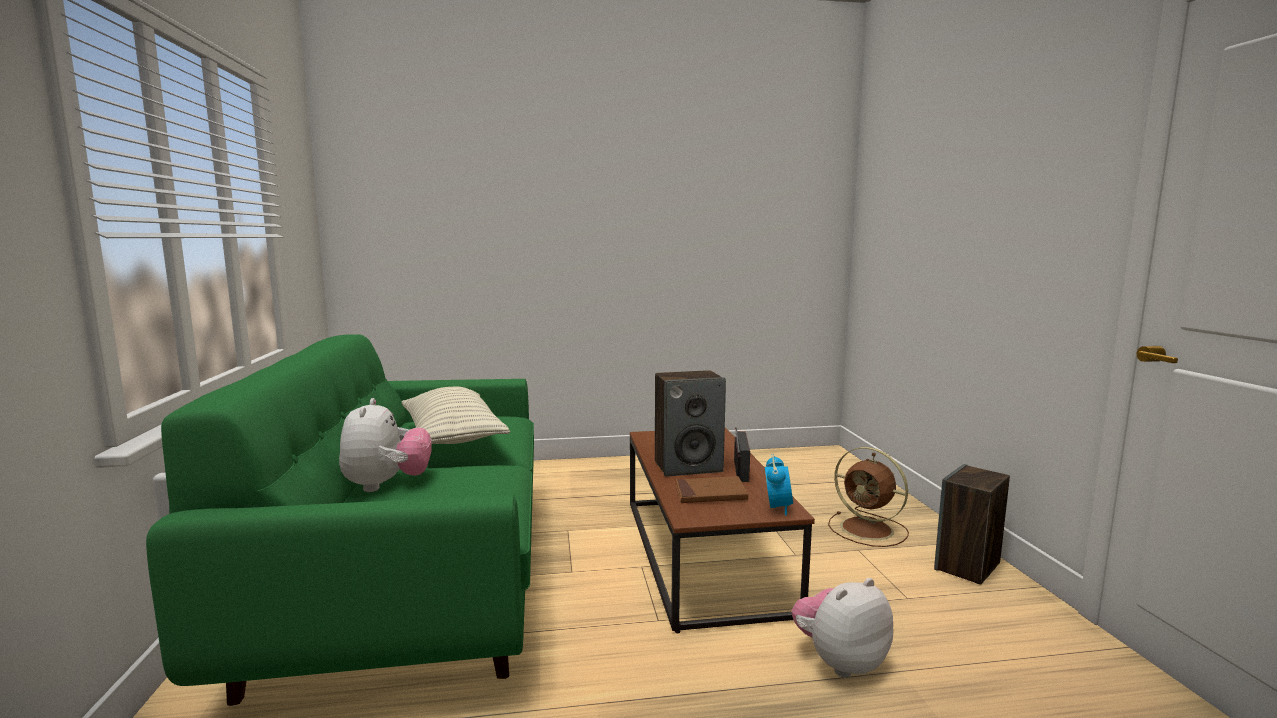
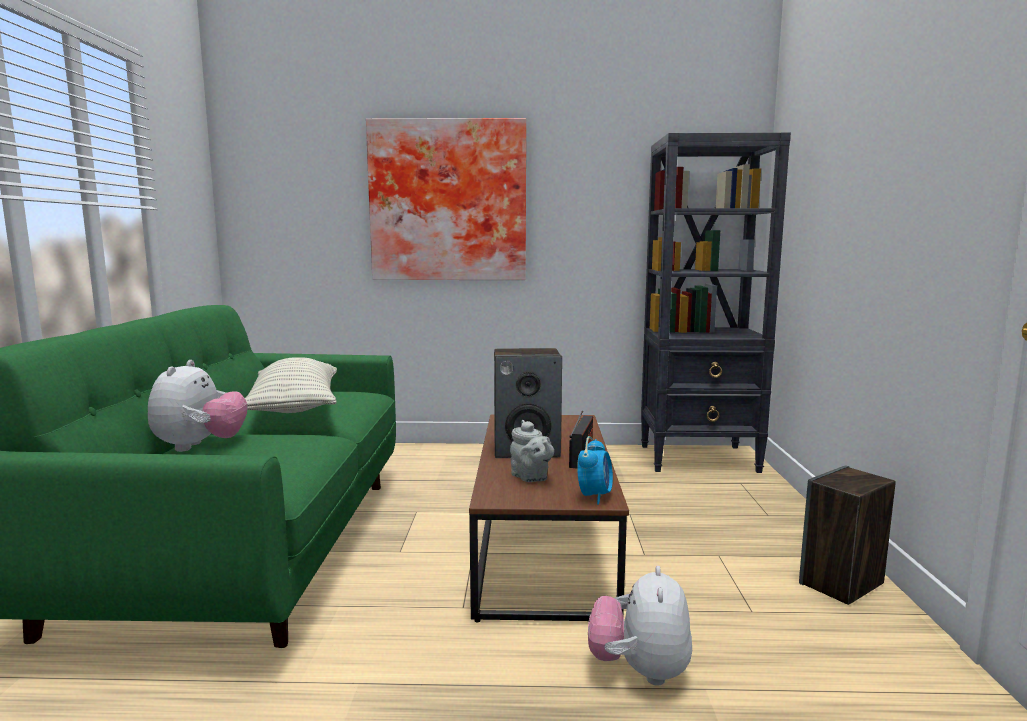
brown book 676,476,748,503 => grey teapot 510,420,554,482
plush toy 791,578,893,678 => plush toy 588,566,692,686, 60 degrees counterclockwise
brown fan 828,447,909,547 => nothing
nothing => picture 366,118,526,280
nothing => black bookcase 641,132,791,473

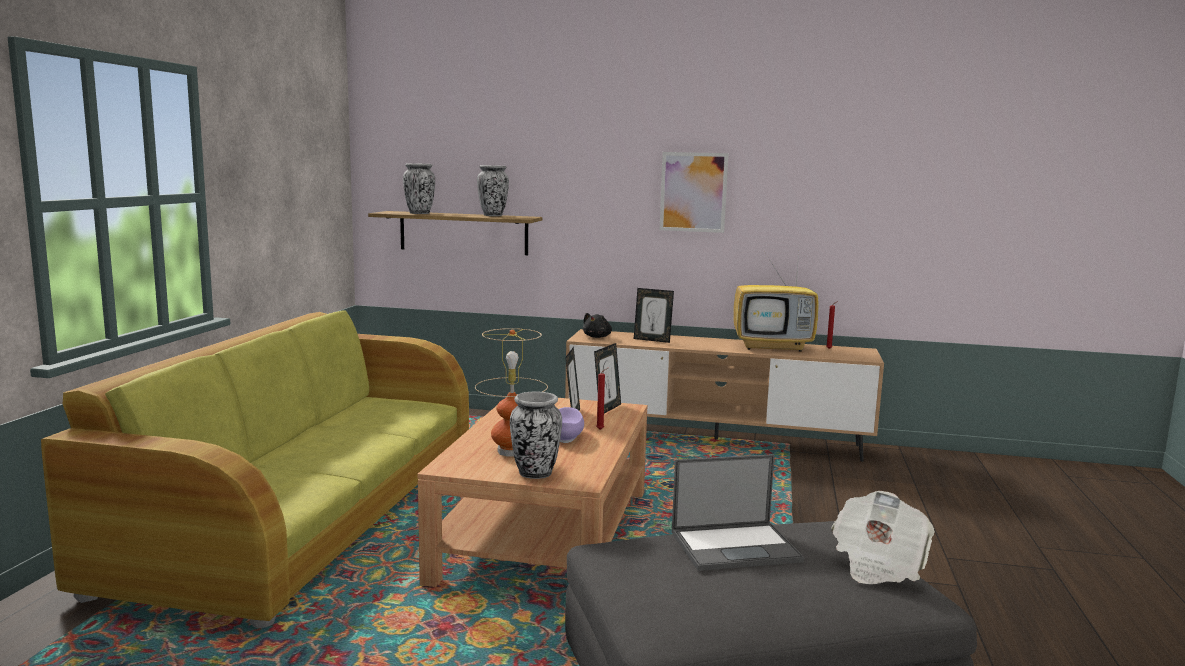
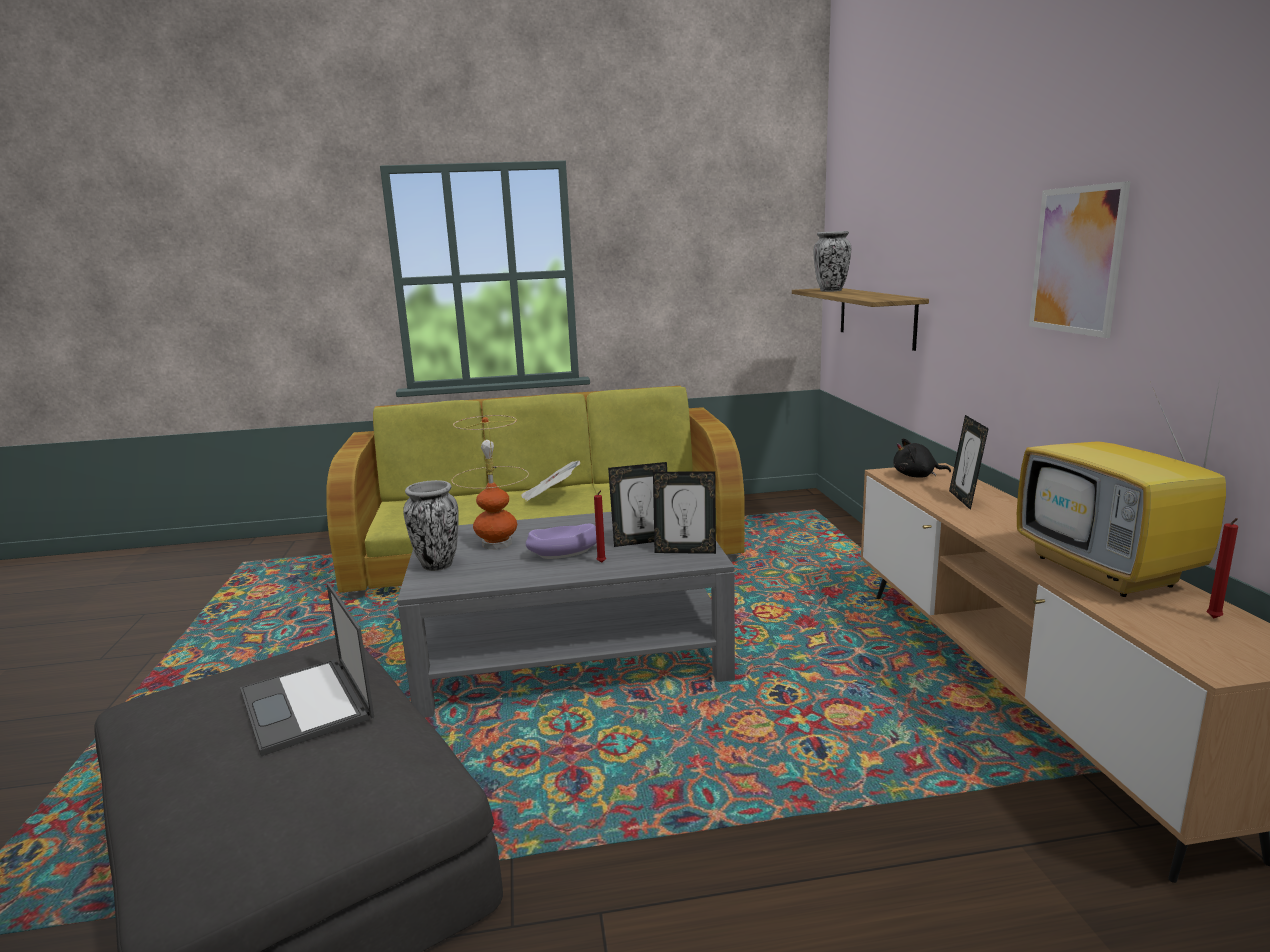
brown coffee table 417,394,648,587 => grey coffee table 397,512,735,718
vase 477,165,509,216 => nothing
newspaper 831,491,935,584 => newspaper 521,461,580,501, shifted

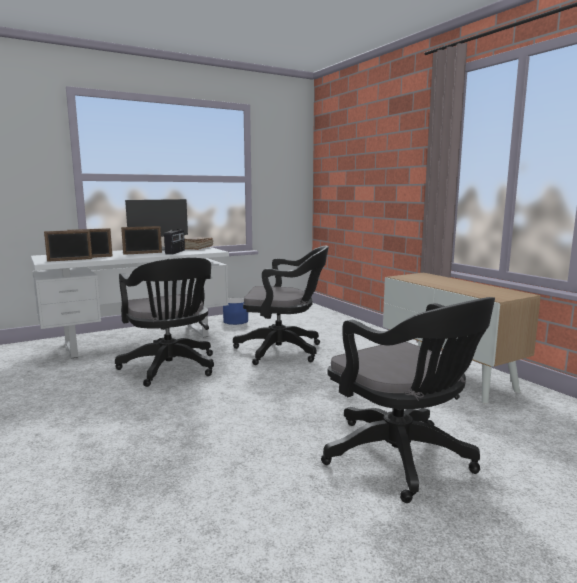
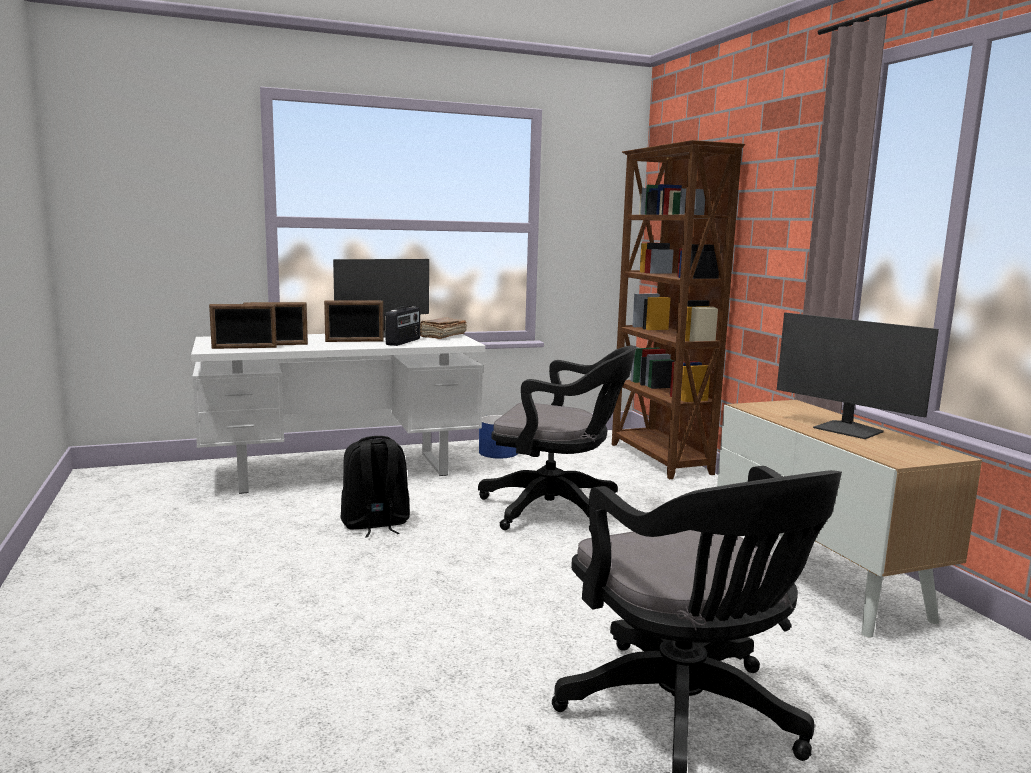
black office chair 115,257,214,387 => black backpack 341,436,410,538
nothing => brown bookcase 612,140,745,479
nothing => monitor 777,313,939,439

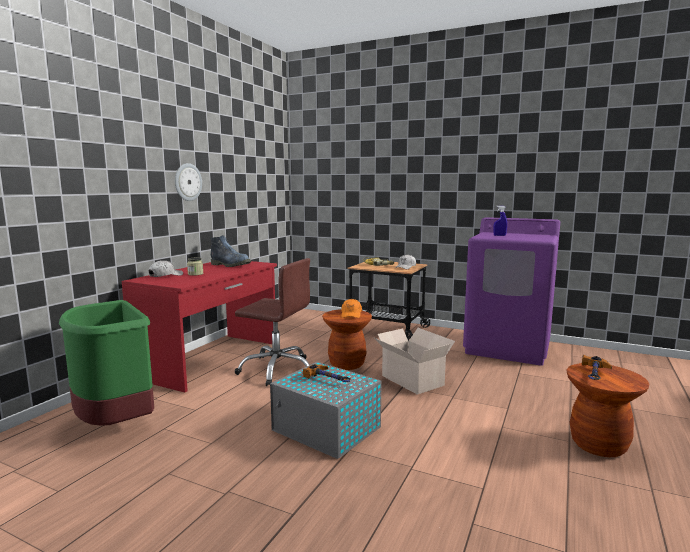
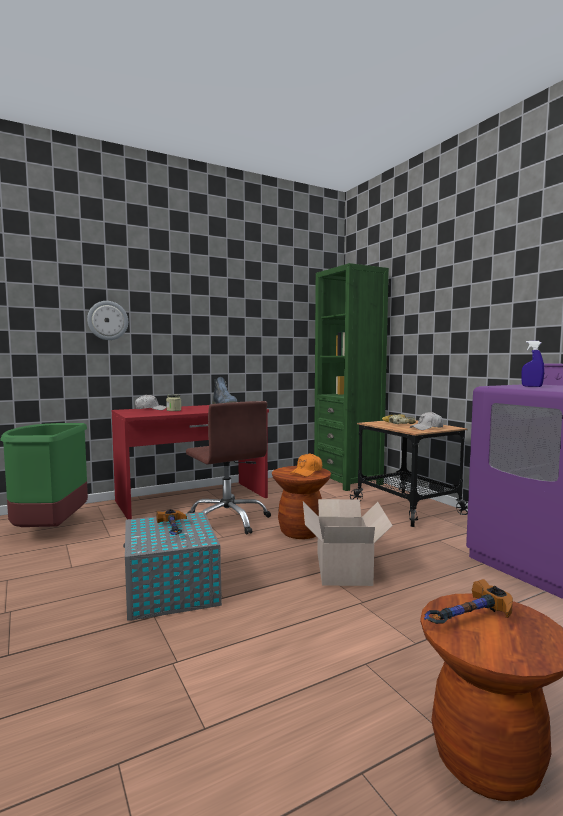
wall clock 175,163,202,201 => wall clock 87,301,128,340, shifted
nothing => green bookcase 314,263,389,491

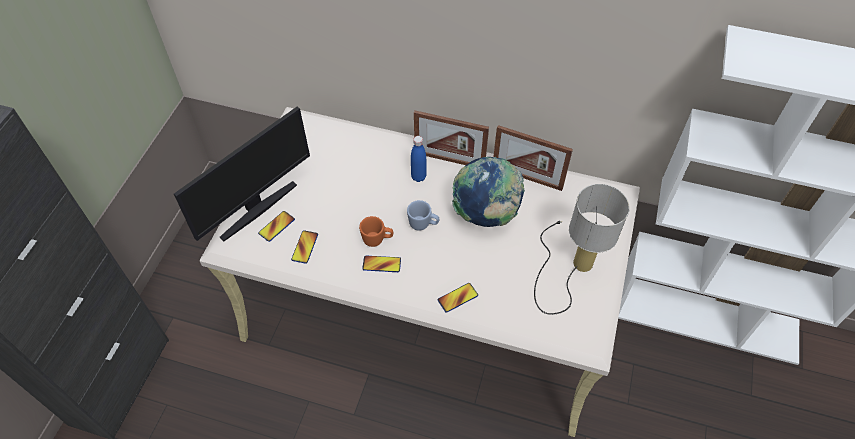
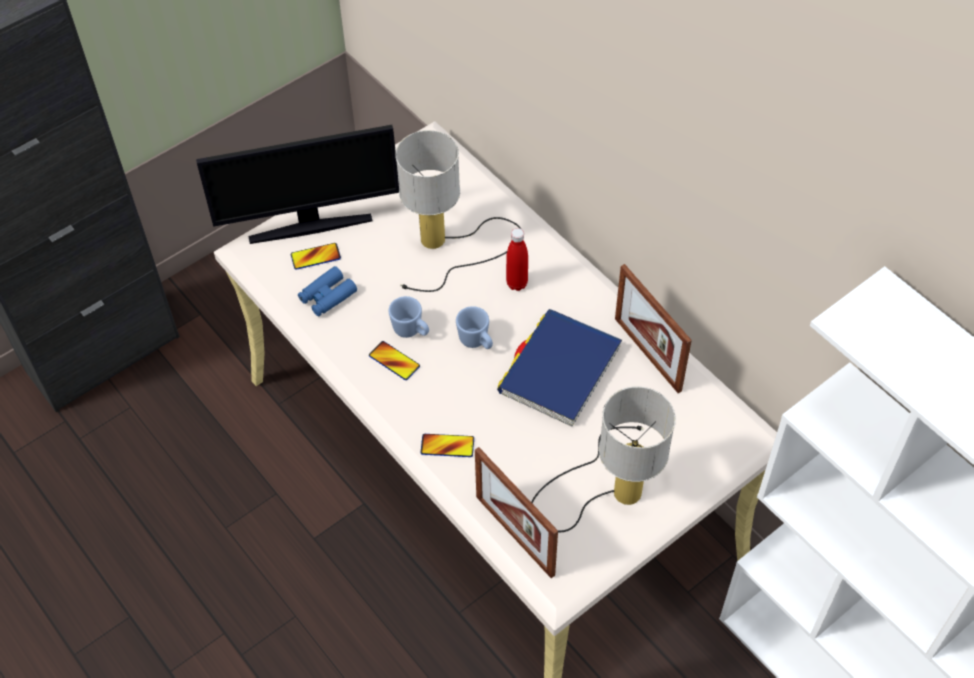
phone 291,230,318,264 => blue binoculars 298,266,357,317
orange mug 359,216,393,247 => blue mug 389,296,429,338
blue bottle 411,136,427,182 => red bottle 506,228,528,291
picture frame 414,110,489,165 => picture frame 475,447,558,578, shifted
globe 452,157,525,227 => blue book 497,309,622,427
nothing => table lamp 395,130,521,292

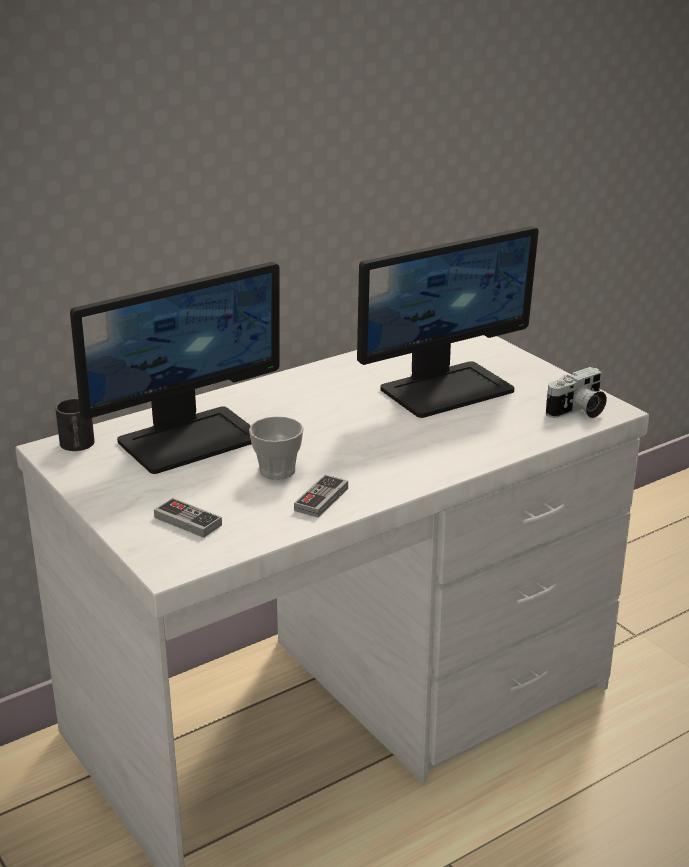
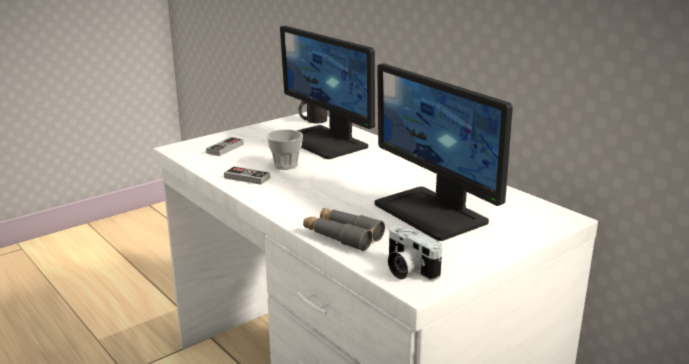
nothing => grey binoculars 303,208,385,251

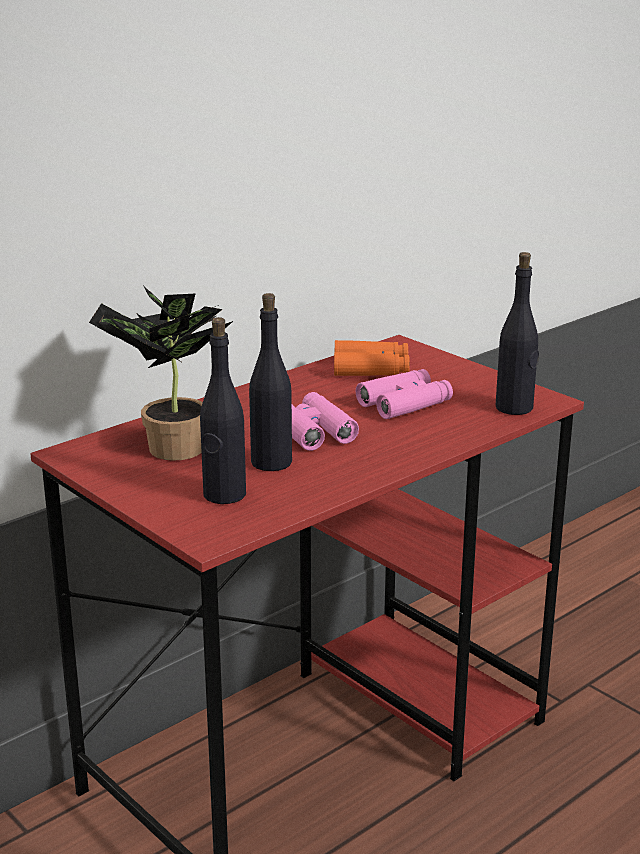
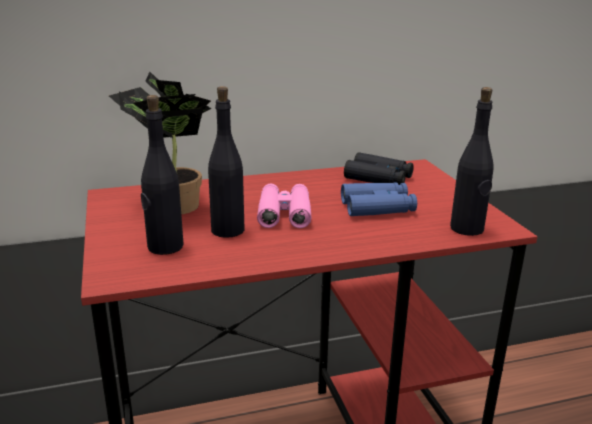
orange binoculars 334,340,410,376 => black binoculars 344,152,414,185
pink binoculars 356,369,453,419 => blue binoculars 341,182,417,216

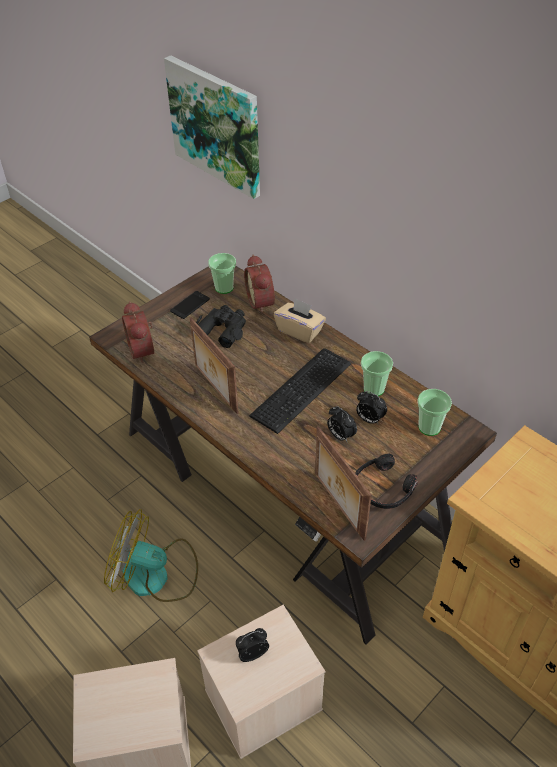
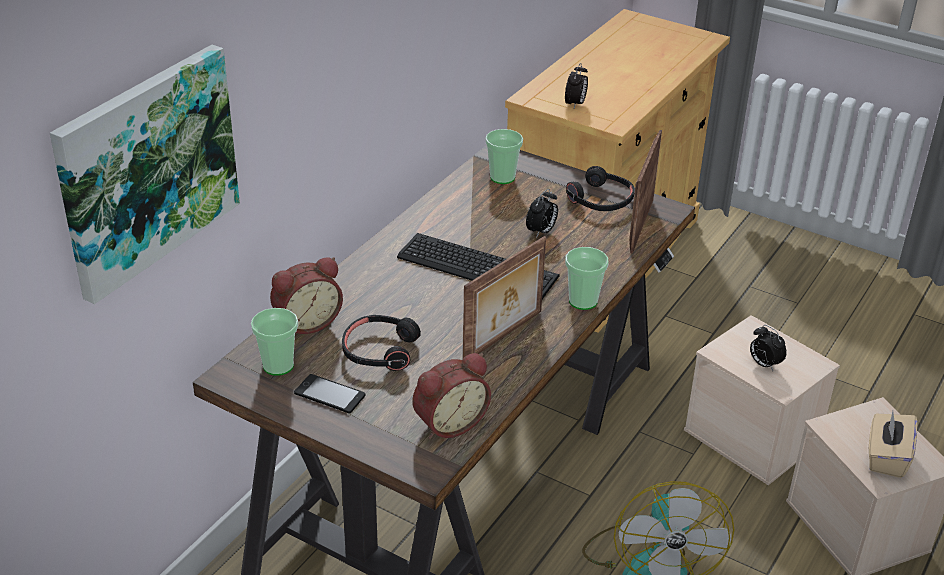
black binoculars 196,305,246,348 => black headphones 342,315,421,371
beige tissue box 274,298,326,343 => beige tissue box 869,411,917,478, shifted
picture frame 315,426,372,541 => picture frame 629,130,662,254, 150 degrees clockwise
alarm clock 356,391,387,425 => alarm clock 565,63,588,109, shifted
cup 361,351,393,396 => cup 565,247,609,310, shifted

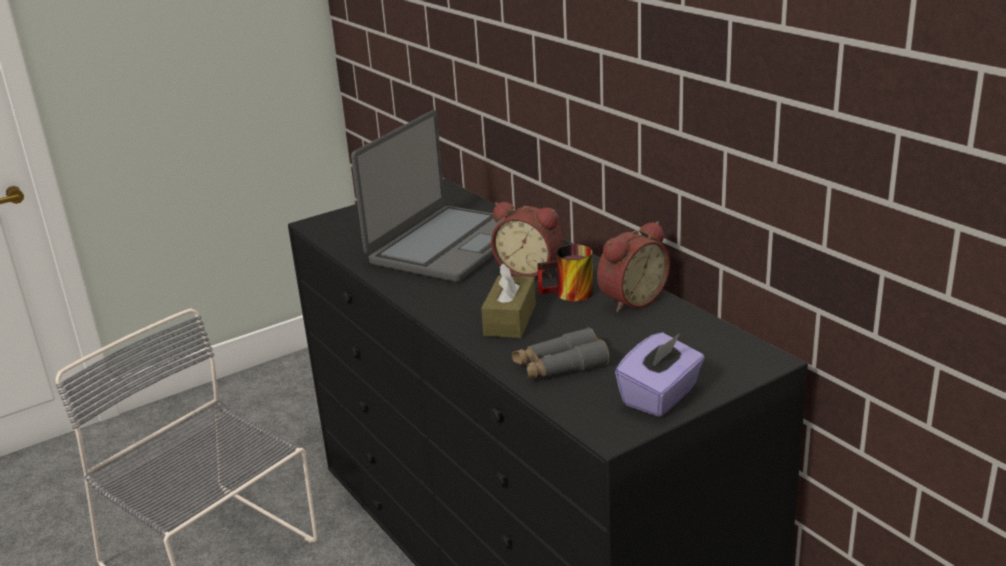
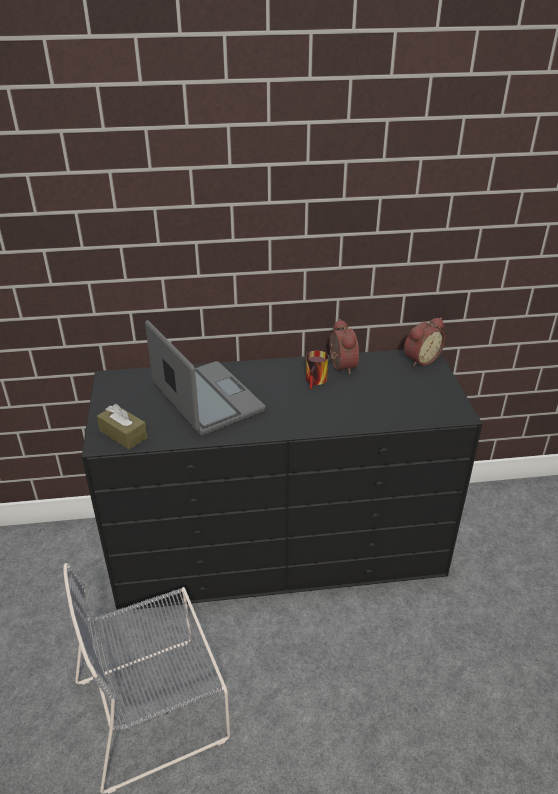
brown tissue box 481,263,536,338 => brown tissue box 97,404,148,450, shifted
alarm clock 491,202,563,278 => alarm clock 404,317,445,367, shifted
grey binoculars 512,328,610,379 => nothing
purple tissue box 615,332,705,417 => nothing

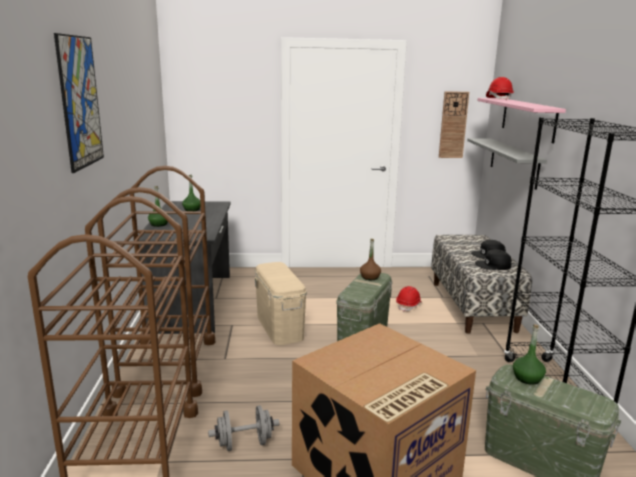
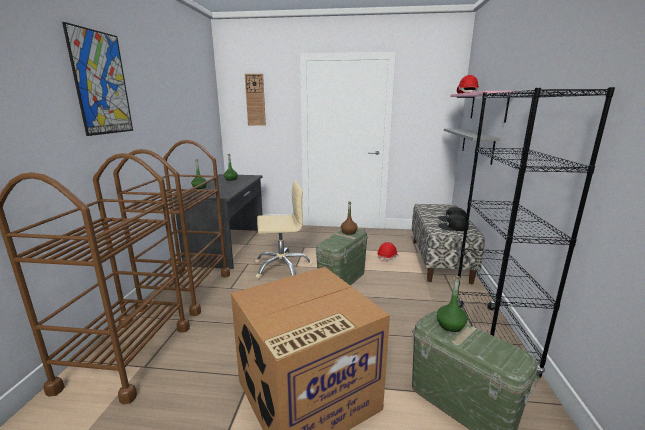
grey dumbbell 208,405,279,451 => nothing
beige storage box 255,262,307,345 => beige office chair 255,180,313,279
wall clock 439,91,469,158 => wall clock 245,74,266,126, shifted

